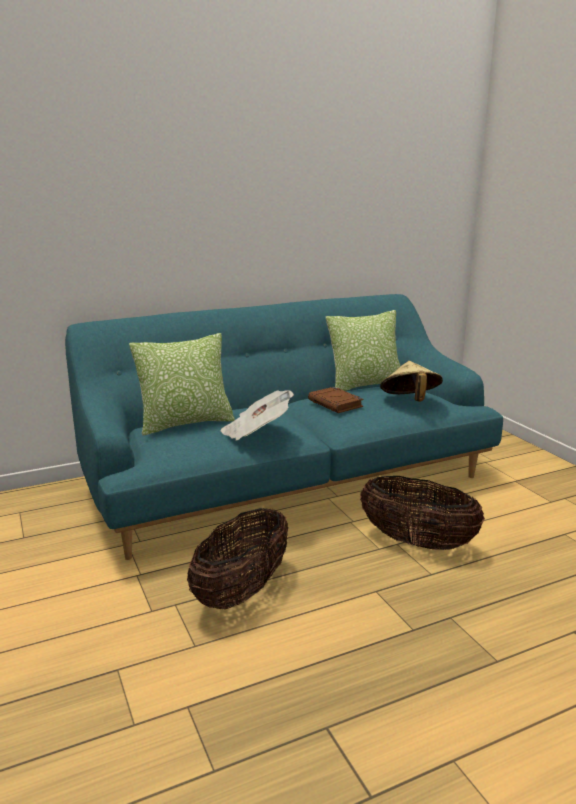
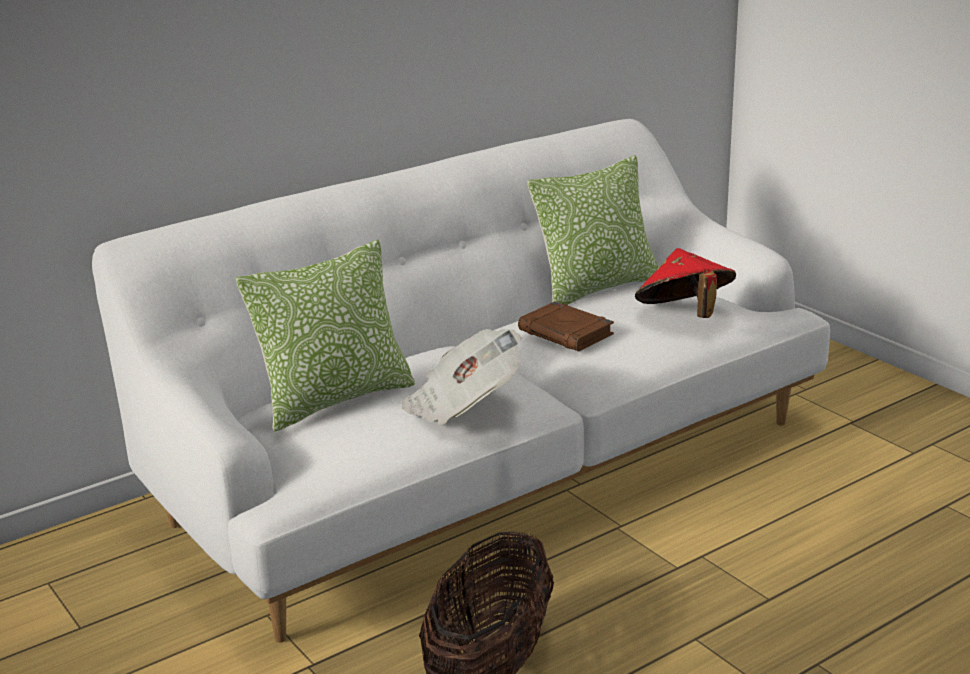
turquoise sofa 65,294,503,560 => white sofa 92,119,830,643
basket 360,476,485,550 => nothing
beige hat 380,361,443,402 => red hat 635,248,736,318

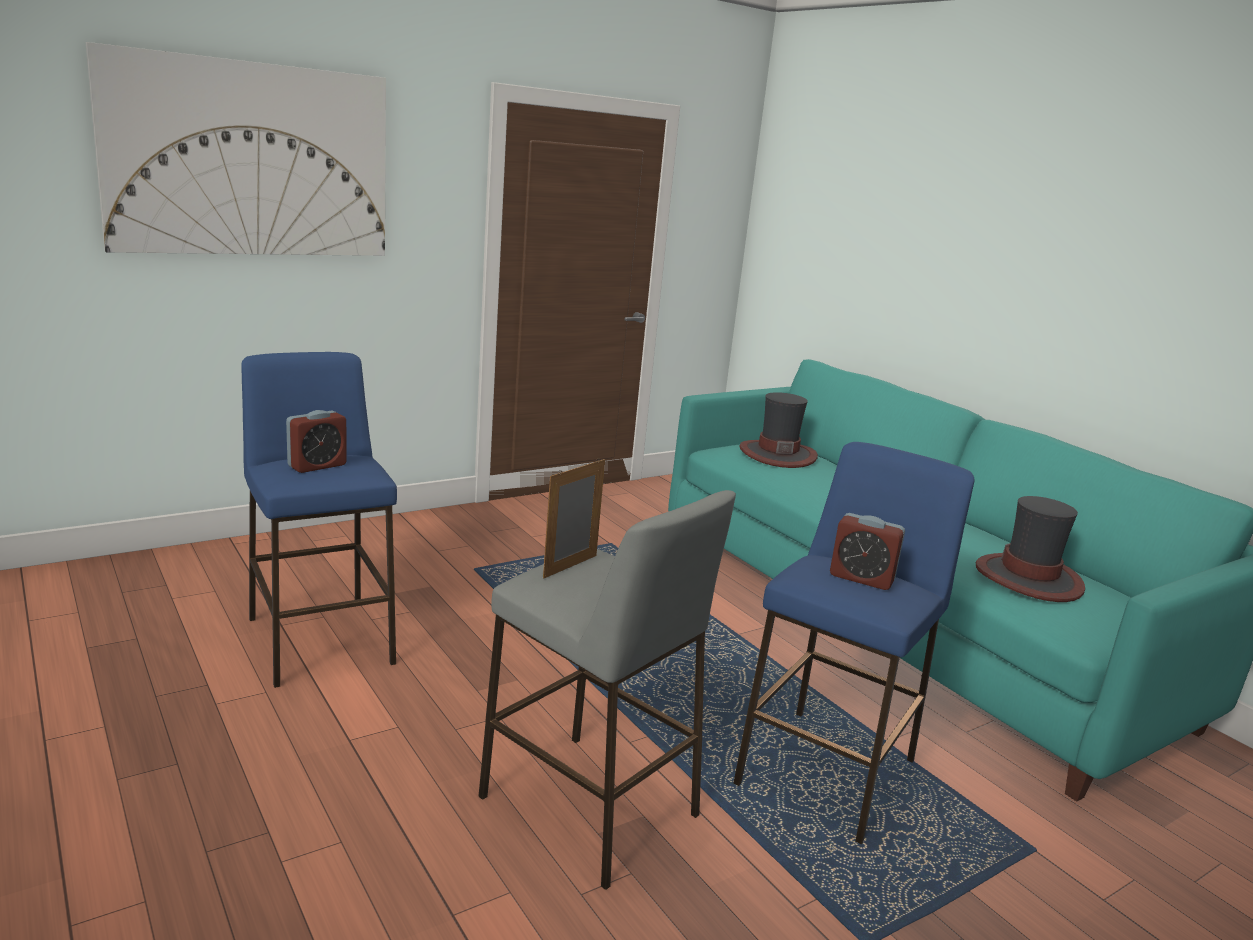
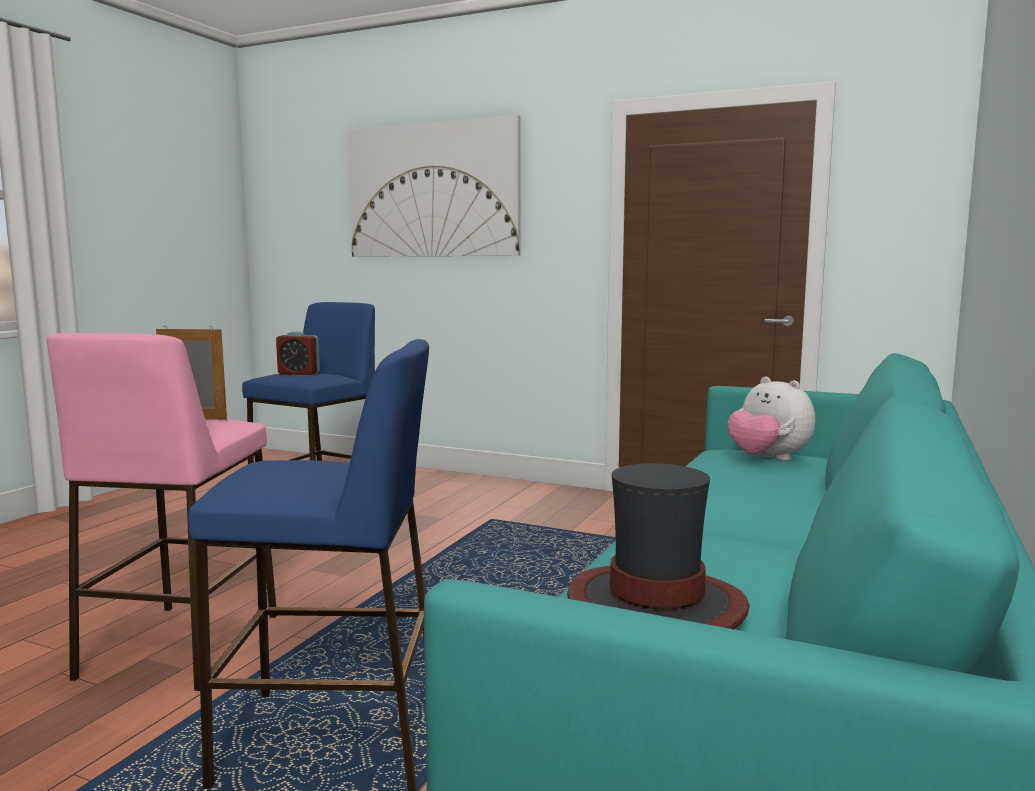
grey stool 478,490,736,890 => pink stool 47,333,277,691
hat 739,392,818,468 => plush toy 728,377,815,461
alarm clock 830,513,905,590 => nothing

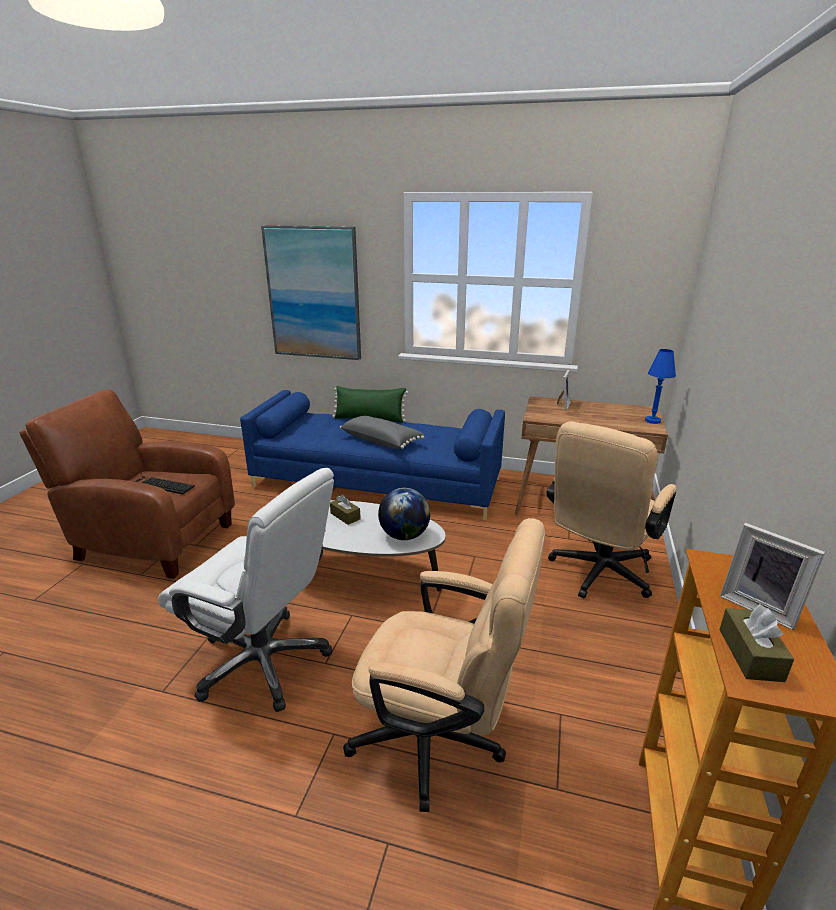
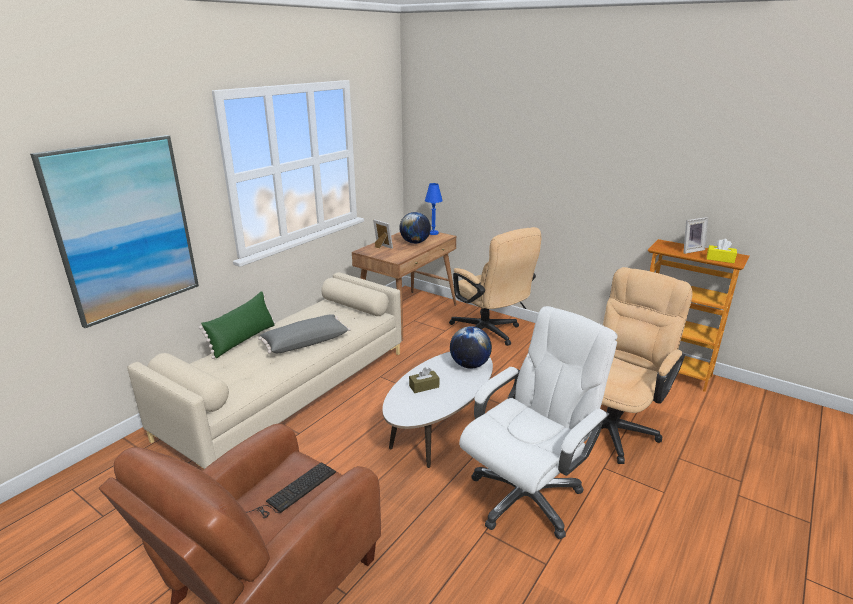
blue sofa 240,390,505,520 => beige sofa 127,272,402,469
brown tissue box 719,604,794,682 => yellow tissue box 707,239,737,263
nothing => globe 399,212,431,244

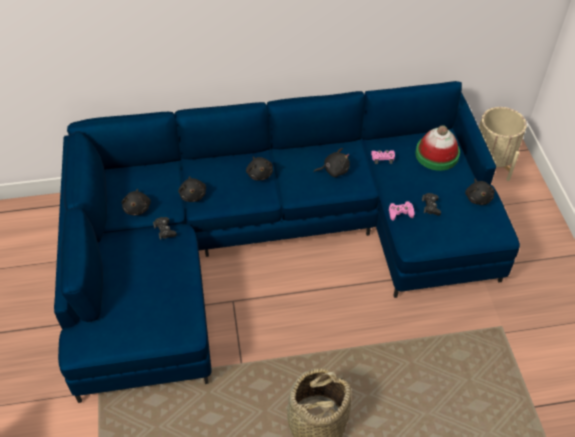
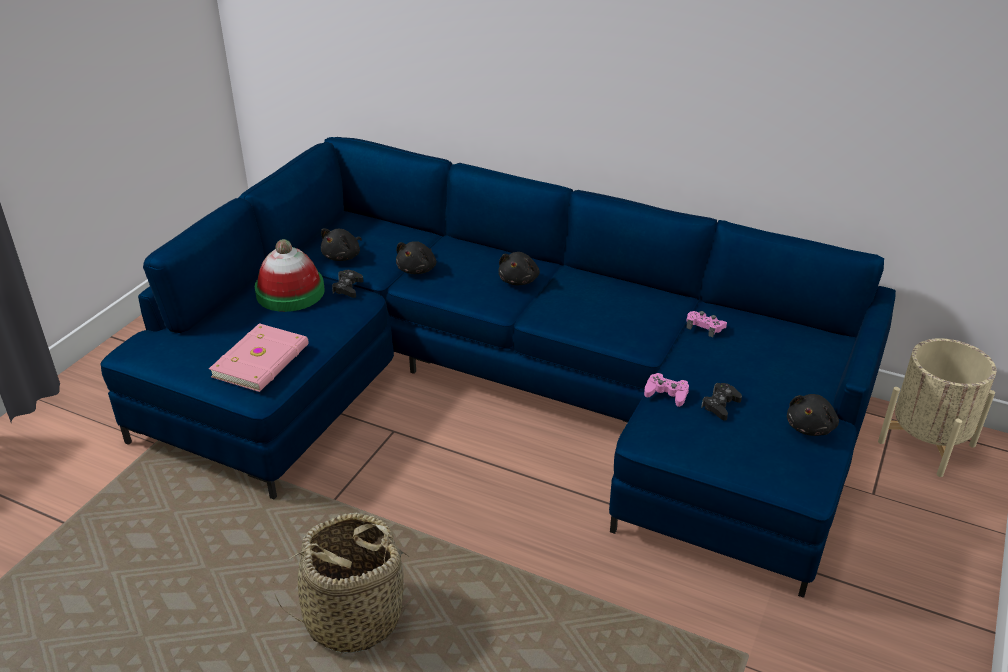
black plush toy 313,148,350,177 => nothing
hat 416,125,460,171 => hat 255,239,325,312, shifted
nothing => pink book 209,323,309,392

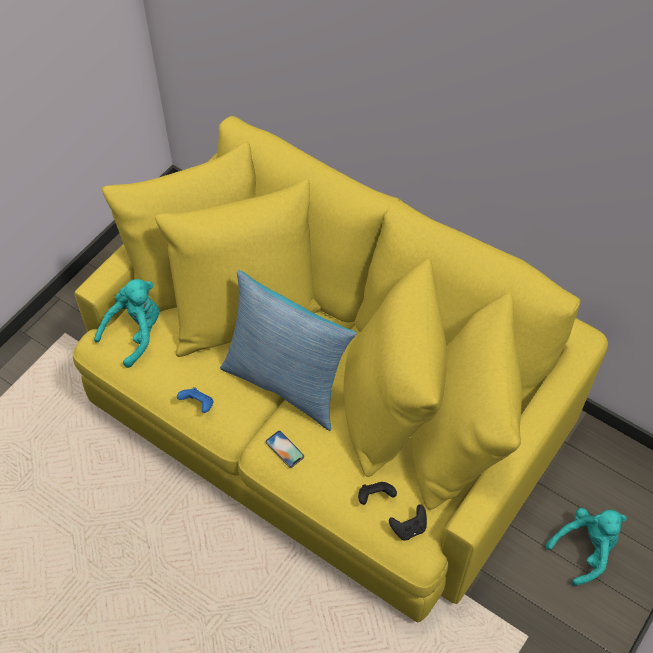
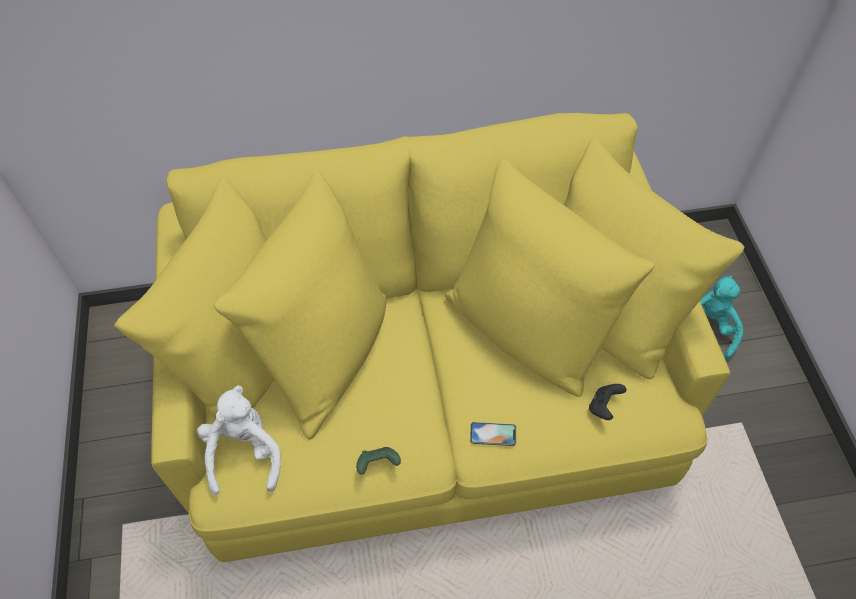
turquoise plush toy 94,279,160,368 => white plush toy 197,385,281,496
blue game controller 177,387,214,413 => green game controller 356,447,401,475
pillow 220,270,357,431 => nothing
black game controller 389,504,427,540 => nothing

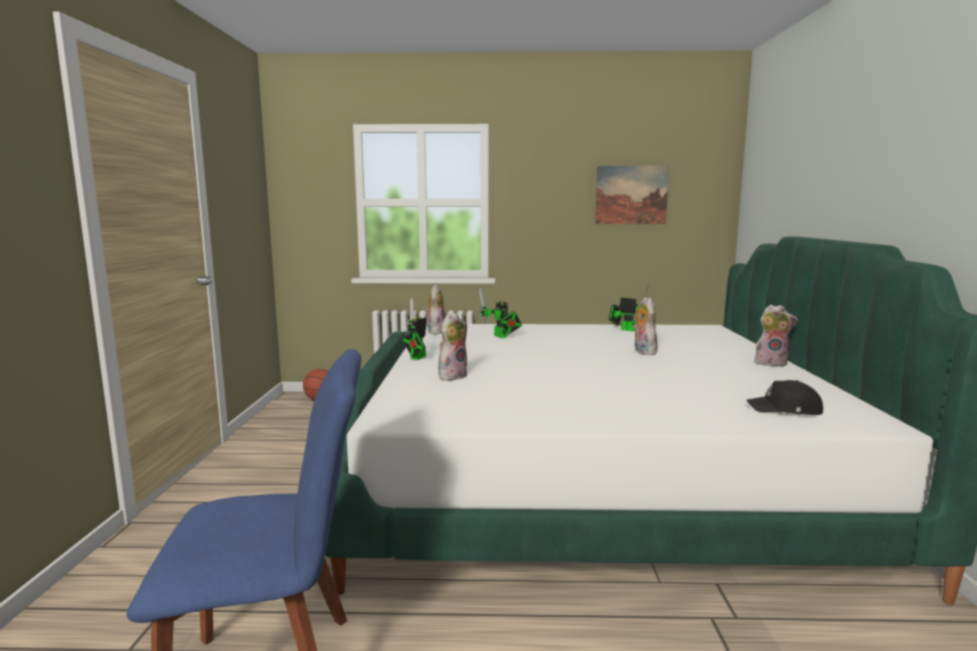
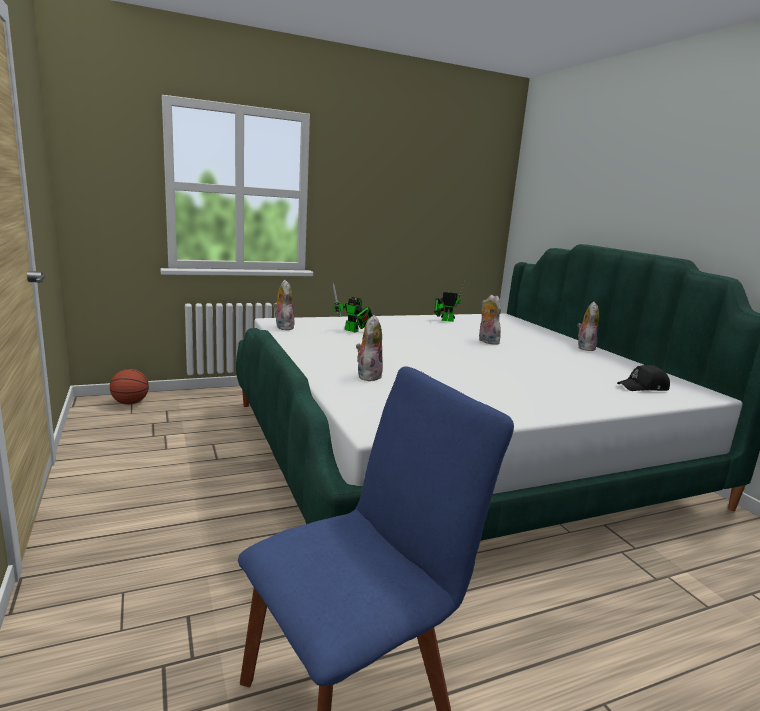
toy robot 402,298,427,360 => nothing
picture 595,166,669,224 => nothing
plush toy 754,305,798,367 => plush toy 577,302,599,351, 60 degrees counterclockwise

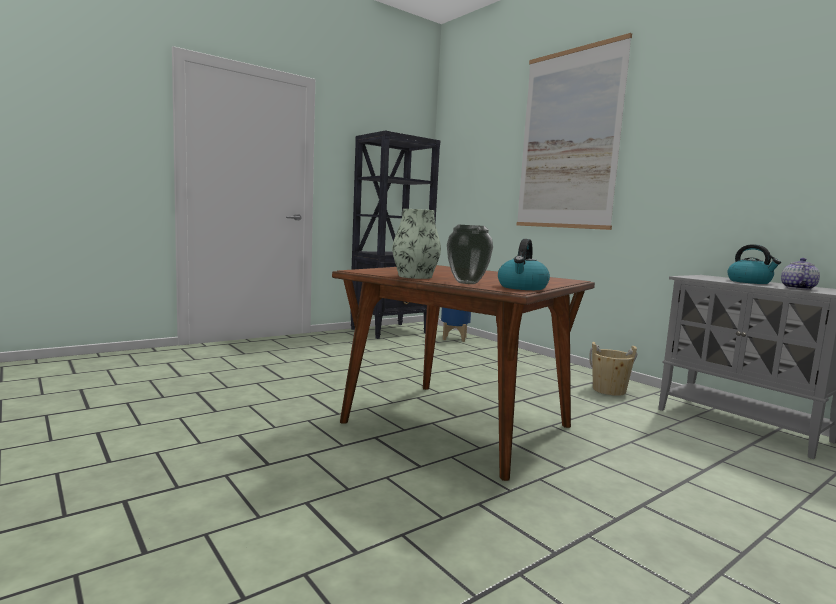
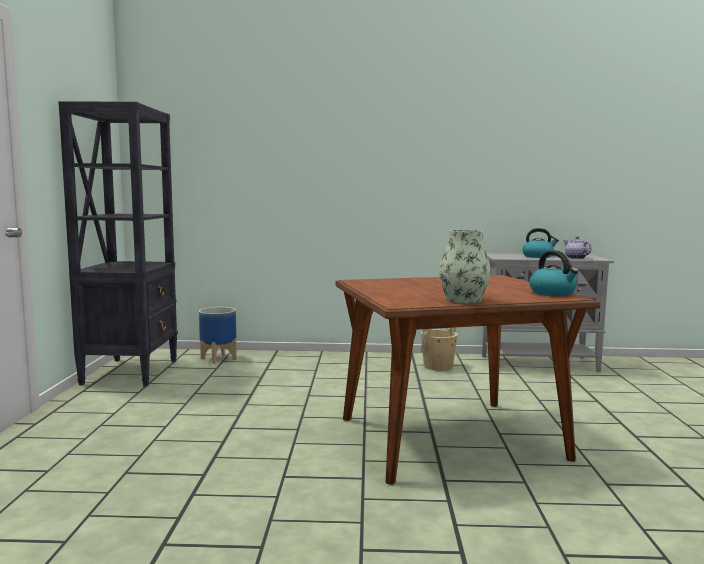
vase 447,225,493,284 => nothing
picture 517,33,632,230 => nothing

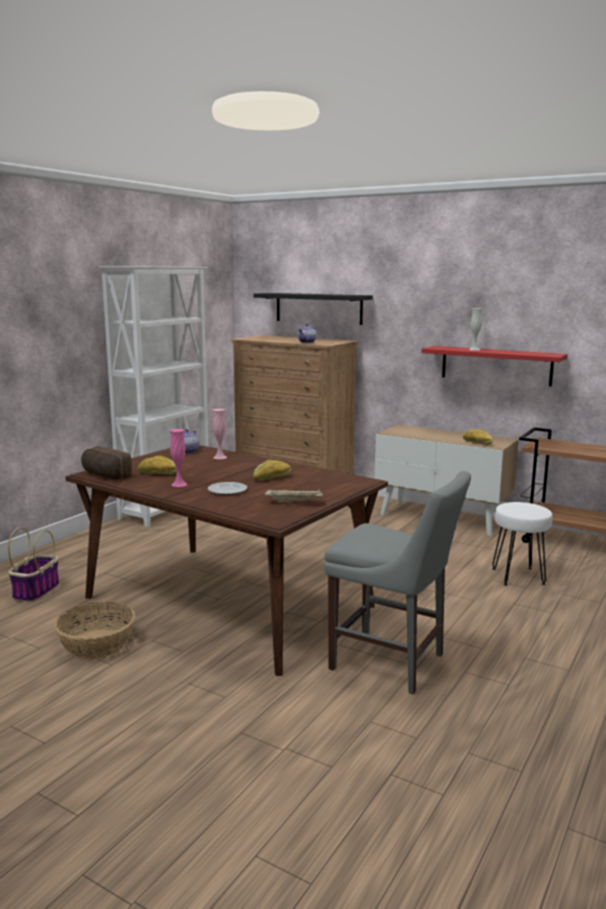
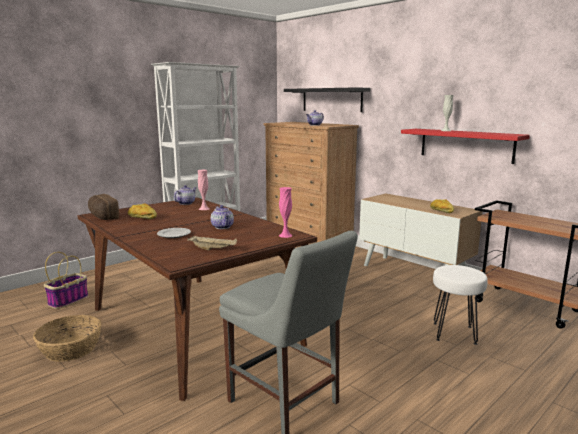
pink vase 170,429,187,487 => pink vase 279,187,292,238, shifted
bread 253,459,292,481 => teapot 211,205,234,229

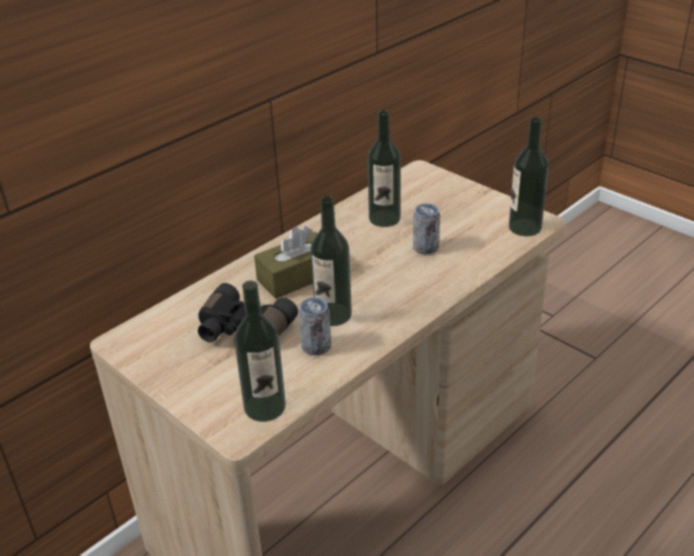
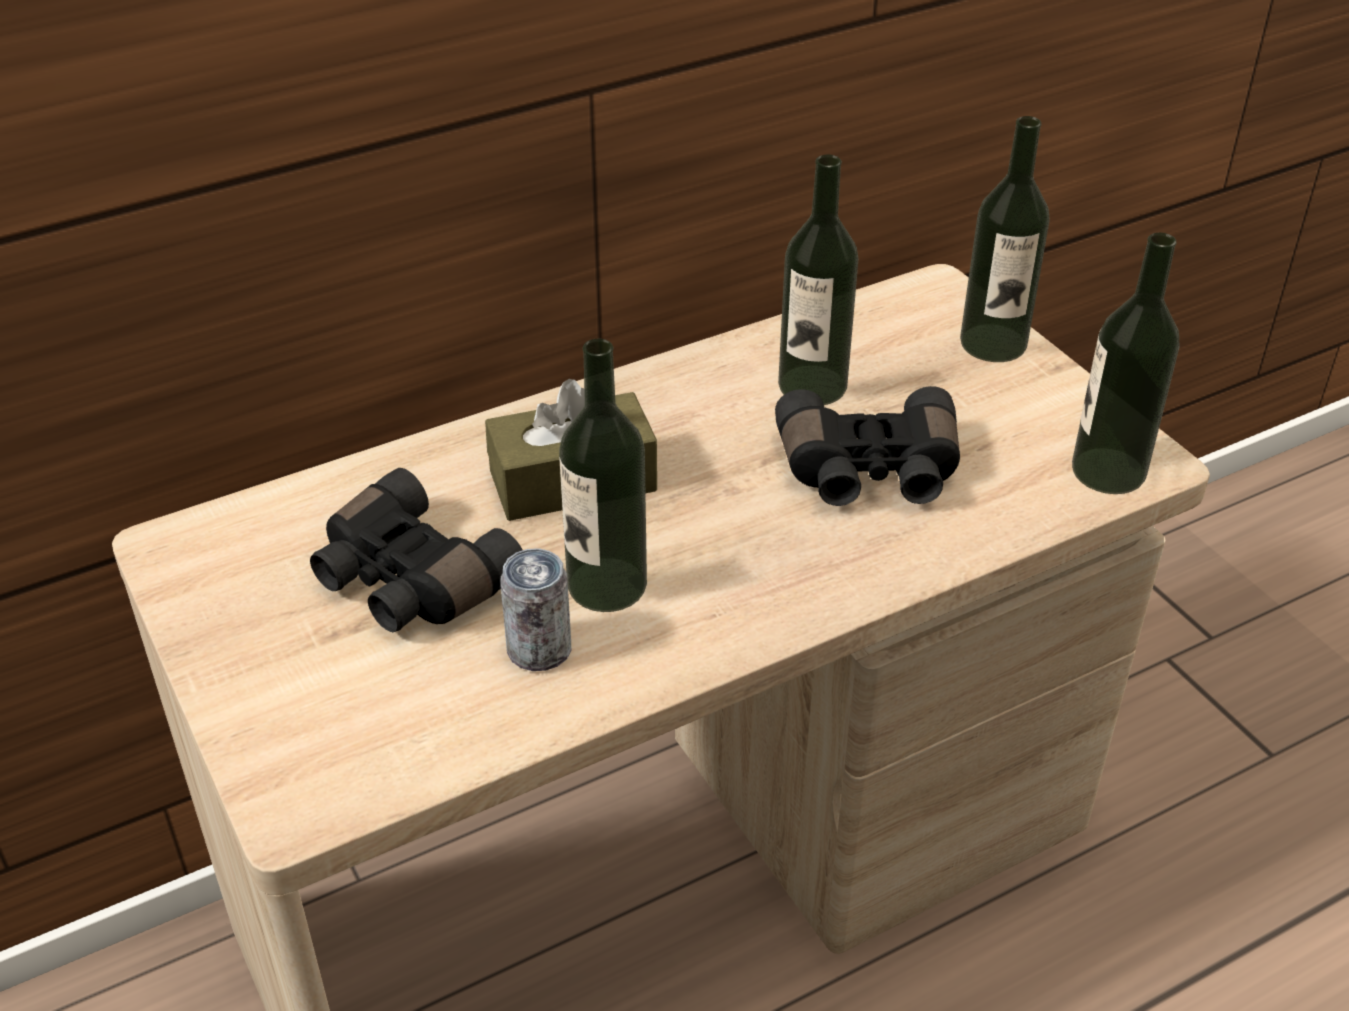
bottle 234,281,286,422 => bottle 960,116,1050,362, shifted
can 413,203,440,254 => black binoculars 775,386,960,506

